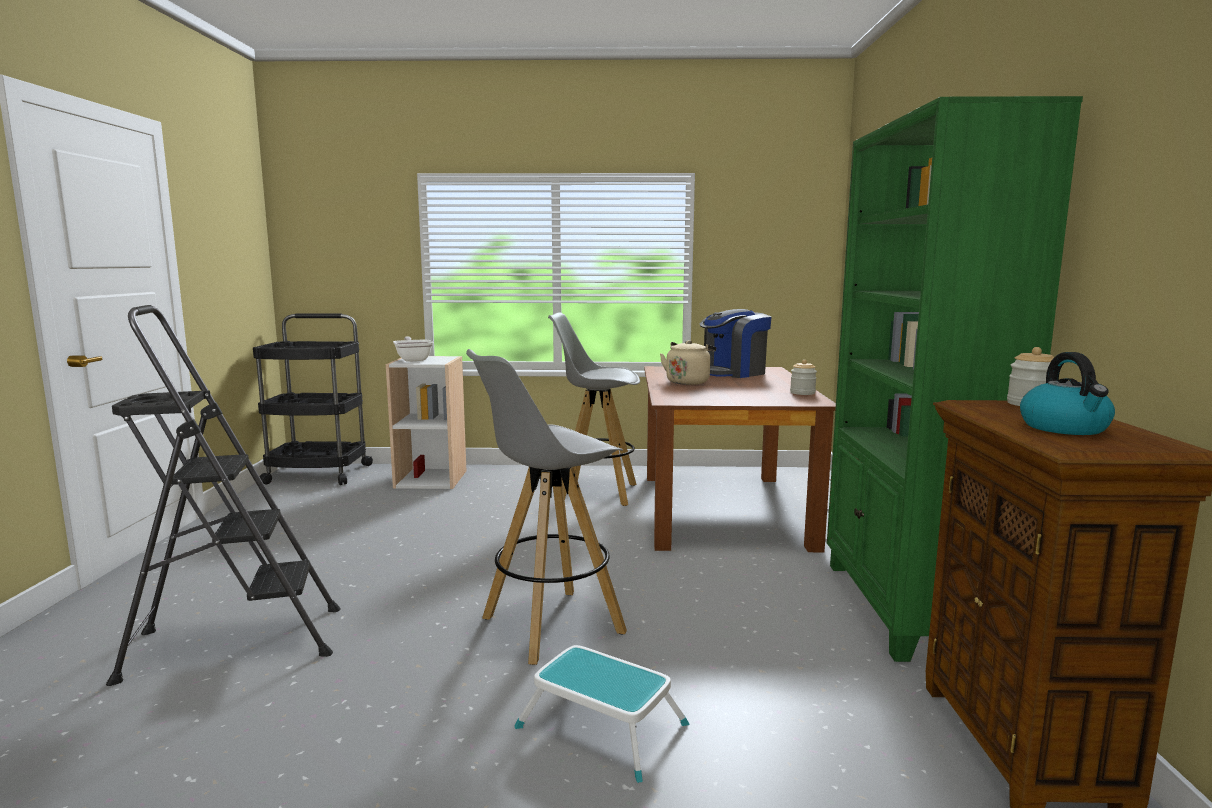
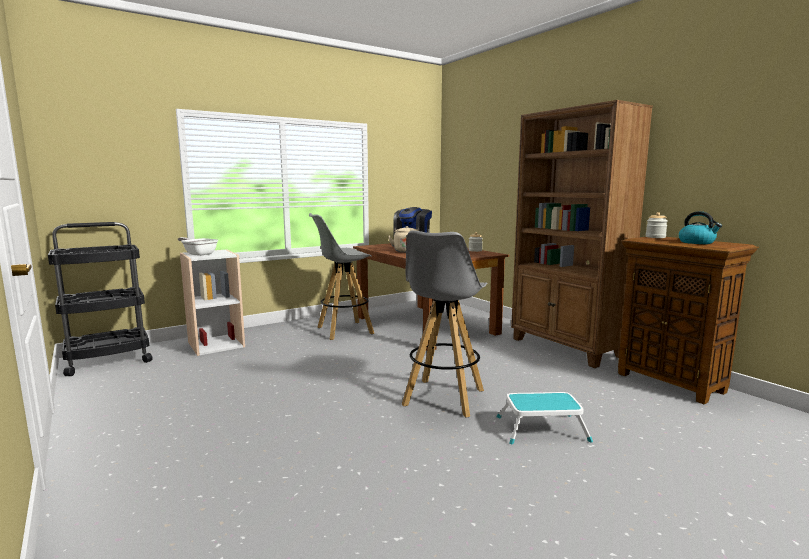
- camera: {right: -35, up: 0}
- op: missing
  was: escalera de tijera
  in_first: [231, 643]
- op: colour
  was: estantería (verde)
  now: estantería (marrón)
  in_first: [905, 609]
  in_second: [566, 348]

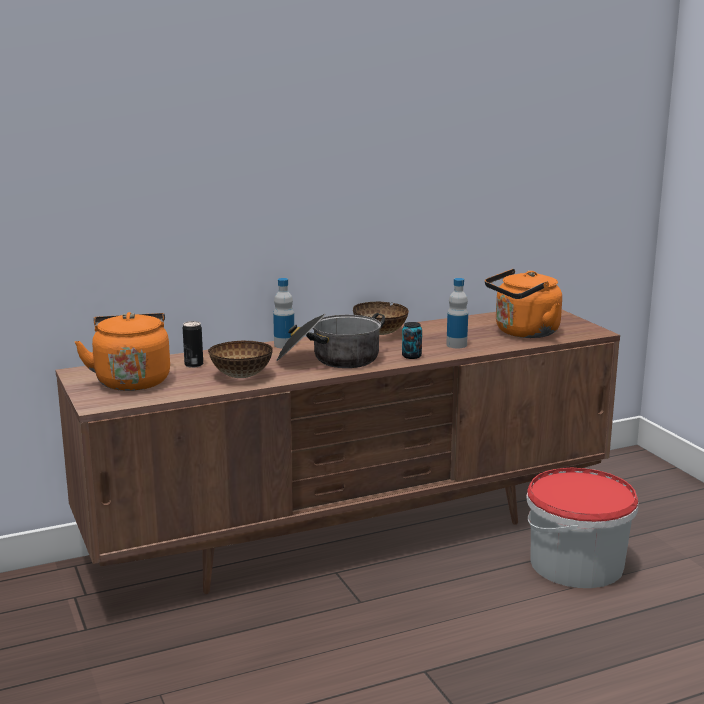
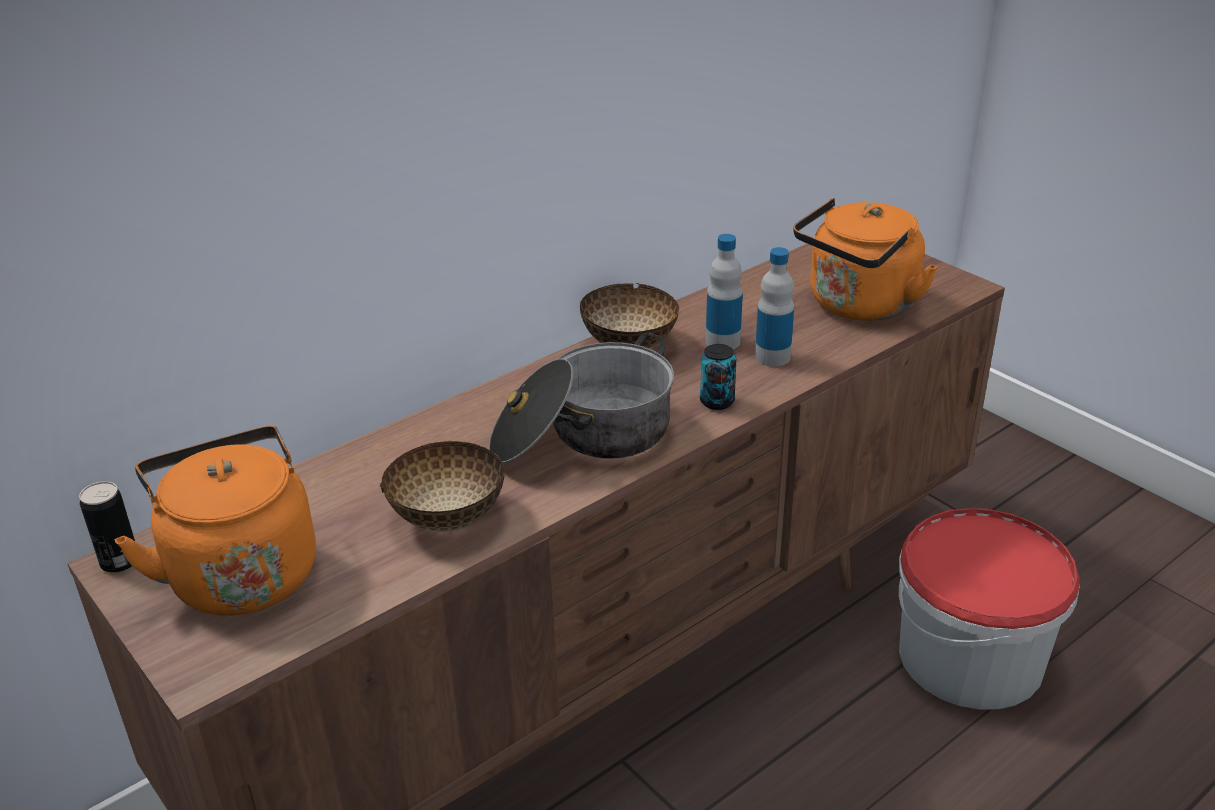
- camera: {right: -15, up: 15}
- op: relocated
  was: lata
  in_first: [194, 365]
  in_second: [120, 561]
- op: relocated
  was: botella
  in_first: [284, 345]
  in_second: [723, 341]

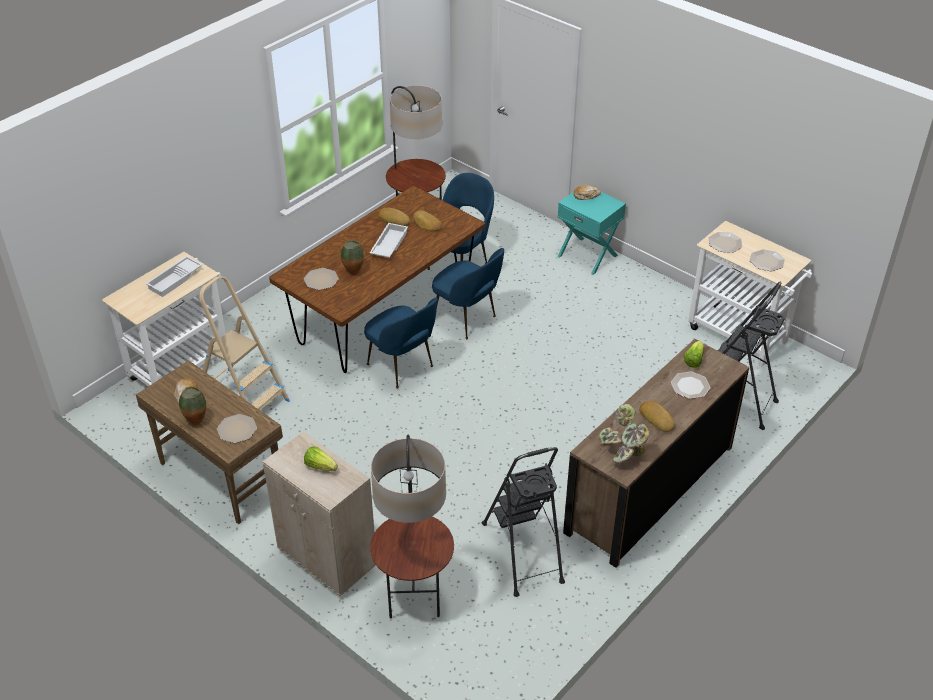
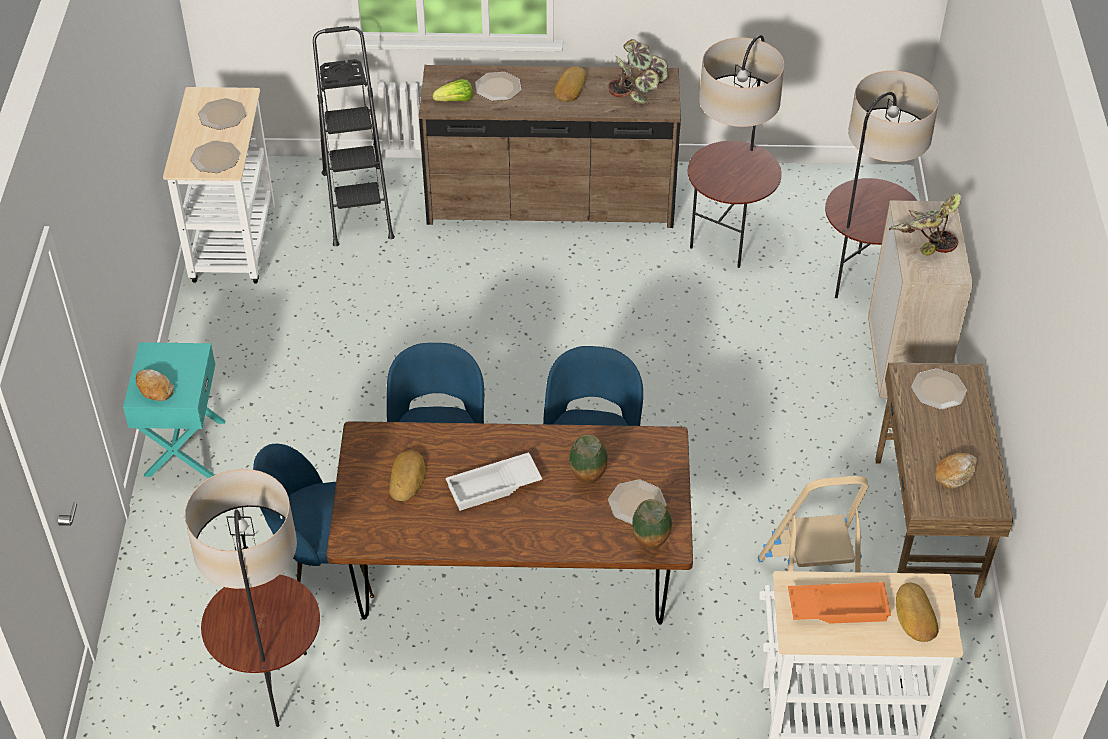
- camera: {right: -130, up: 5}
- op: relocated
  was: florero
  in_first: [196, 421]
  in_second: [650, 547]
- op: relocated
  was: pan
  in_first: [394, 219]
  in_second: [914, 616]
- op: exchanged
  was: lechuga
  now: planta en maceta
  in_first: [320, 466]
  in_second: [923, 240]
- op: exchanged
  was: escalera de tijera
  now: lámpara de pie
  in_first: [522, 553]
  in_second: [727, 241]
- op: colour
  was: bandeja (blanco)
  now: bandeja (naranja)
  in_first: [175, 280]
  in_second: [838, 606]

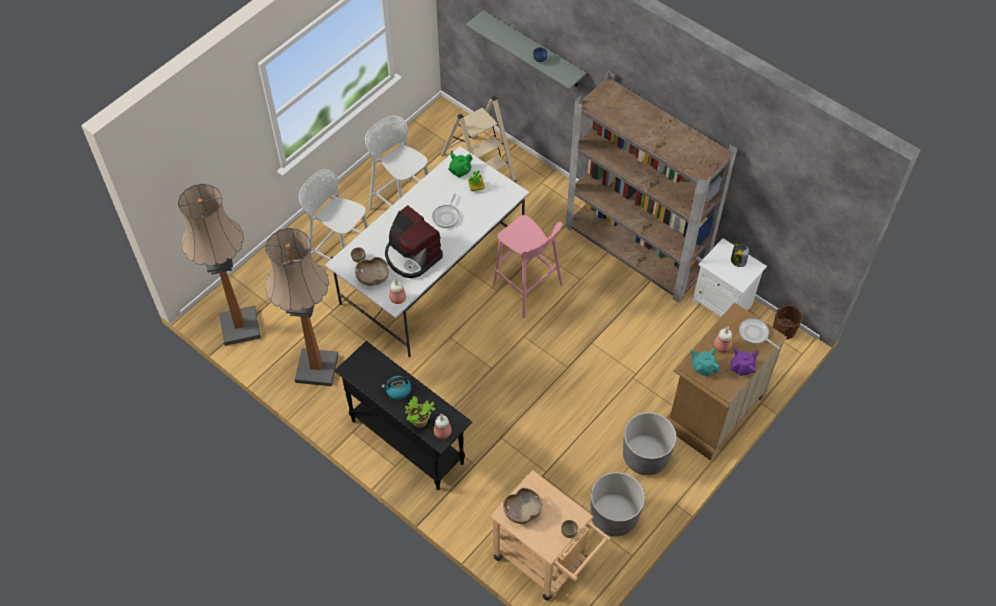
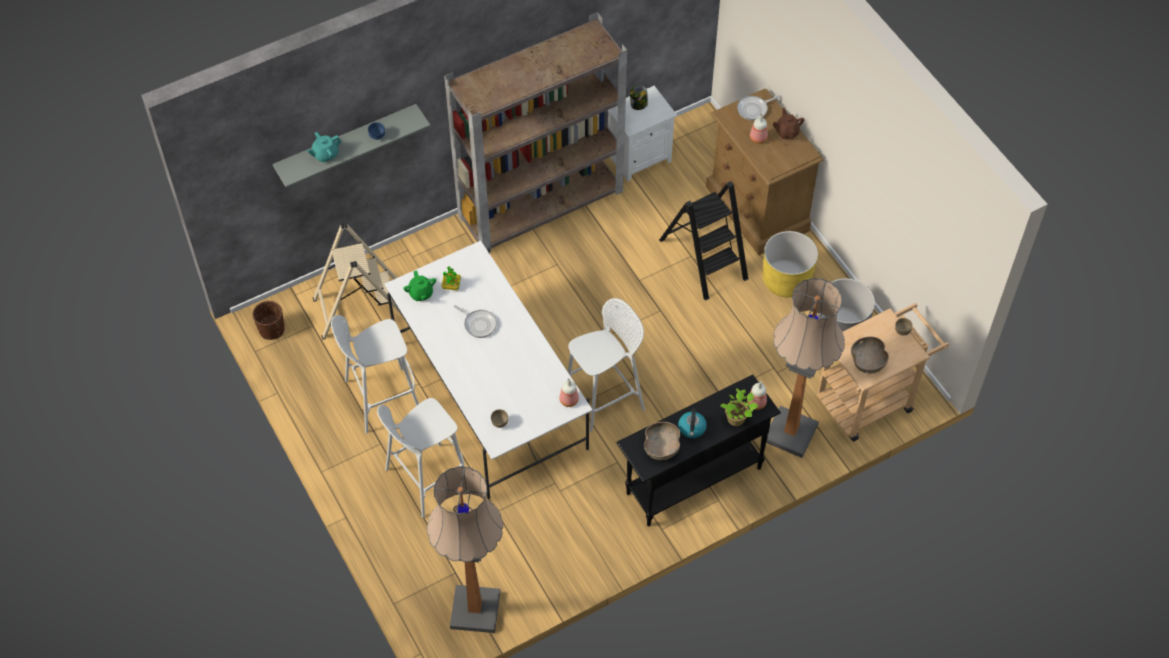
- camera: {right: -70, up: 0}
- op: missing
  was: cafetera
  in_first: [412, 256]
- op: missing
  was: taburete (rosa)
  in_first: [526, 288]
- op: appeared
  now: taburete (blanco)
  in_second: [604, 398]
- op: appeared
  now: escalera de tijera (negro)
  in_second: [702, 258]
- op: relocated
  was: lámpara de pie
  in_first: [316, 368]
  in_second: [790, 433]
- op: relocated
  was: cuenco (marrón)
  in_first: [373, 278]
  in_second: [662, 448]
- op: relocated
  was: tetera (turquesa)
  in_first: [703, 367]
  in_second: [325, 154]
- op: relocated
  was: maceta (marrón)
  in_first: [784, 330]
  in_second: [271, 329]
- op: colour
  was: maceta (gris)
  now: maceta (amarillo)
  in_first: [645, 456]
  in_second: [786, 280]
- op: colour
  was: tetera (morado)
  now: tetera (marrón)
  in_first: [742, 367]
  in_second: [787, 132]

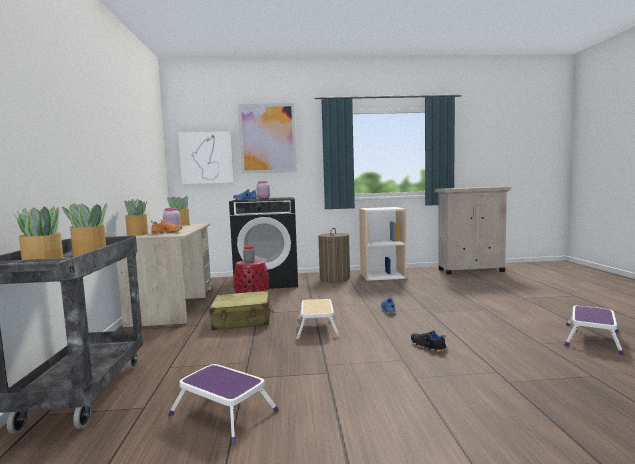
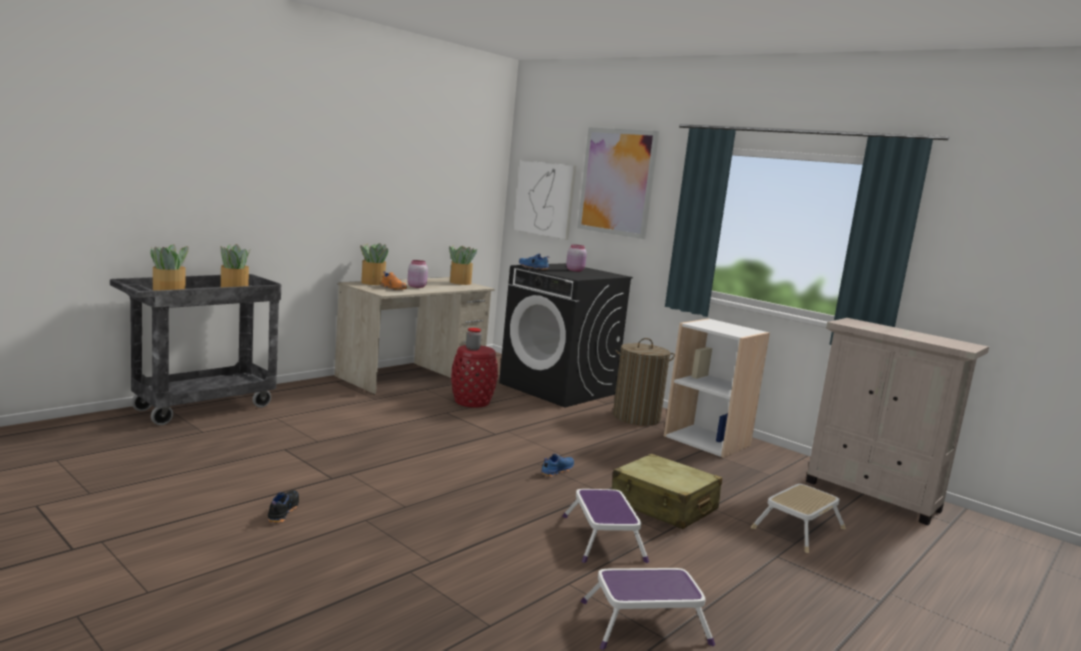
- camera: {right: 45, up: 5}
- op: relocated
  was: escalera de tijera (morado)
  in_first: [224, 412]
  in_second: [604, 538]
- op: relocated
  was: maleta (beis)
  in_first: [242, 320]
  in_second: [664, 506]
- op: relocated
  was: escalera de tijera (beis)
  in_first: [318, 327]
  in_second: [799, 528]
- op: relocated
  was: zapato (negro)
  in_first: [427, 347]
  in_second: [282, 512]

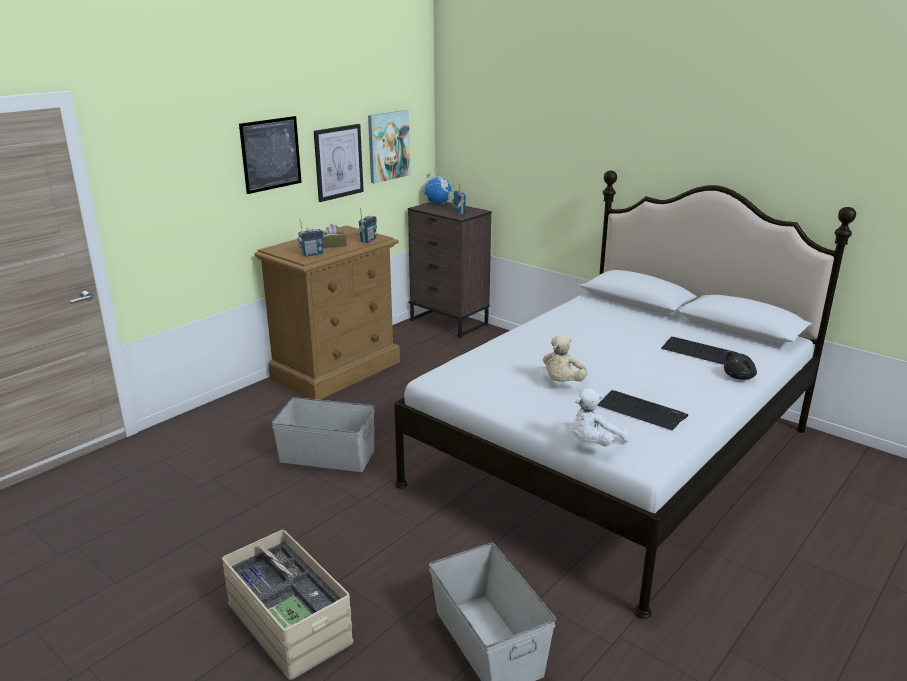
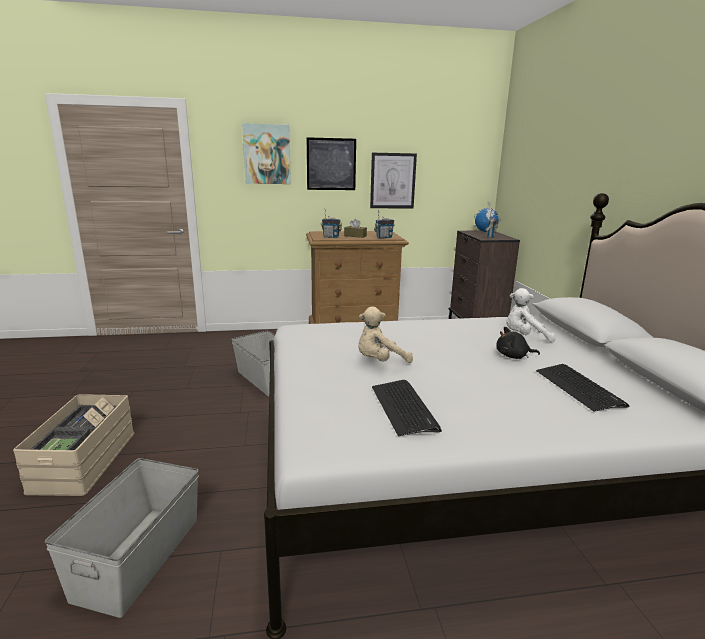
- camera: {right: 40, up: -5}
- op: relocated
  was: cuadro
  in_first: [388, 146]
  in_second: [267, 154]
- op: relocated
  was: peluche (blanco)
  in_first: [593, 443]
  in_second: [524, 337]
- op: relocated
  was: peluche (negro)
  in_first: [740, 377]
  in_second: [513, 356]

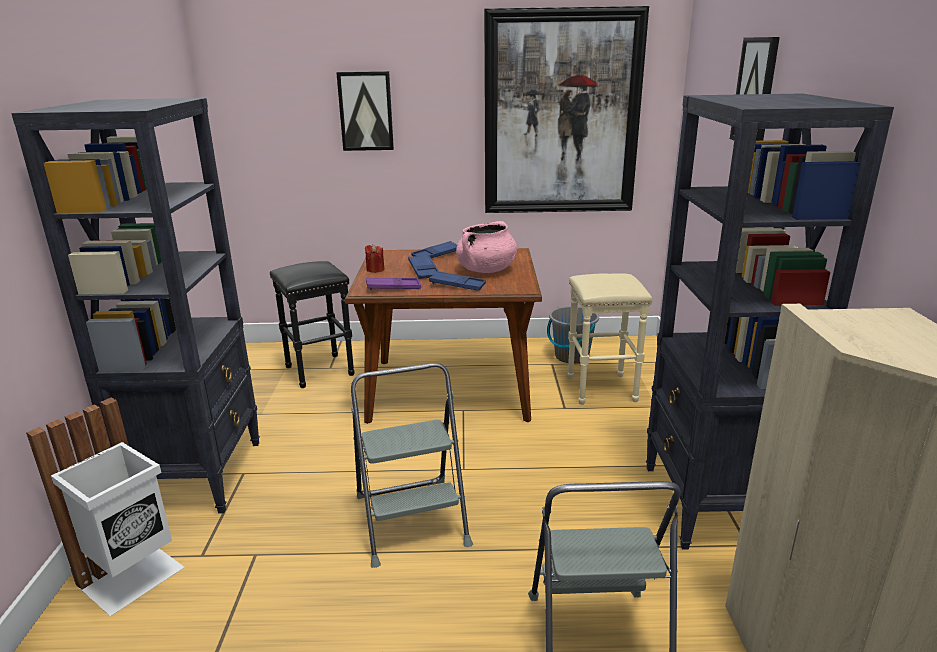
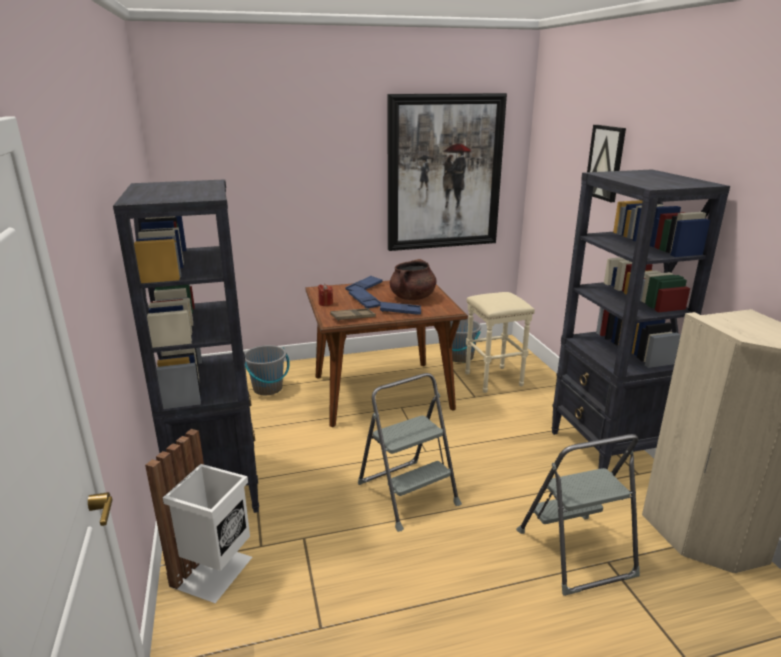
- camera: {right: -15, up: 0}
- op: missing
  was: cuadro
  in_first: [366, 111]
- op: exchanged
  was: taburete (negro)
  now: cubo (gris)
  in_first: [320, 370]
  in_second: [268, 388]
- op: colour
  was: bandeja (morado)
  now: bandeja (marrón)
  in_first: [393, 287]
  in_second: [353, 317]
- op: colour
  was: olla (rosa)
  now: olla (marrón)
  in_first: [486, 270]
  in_second: [412, 297]

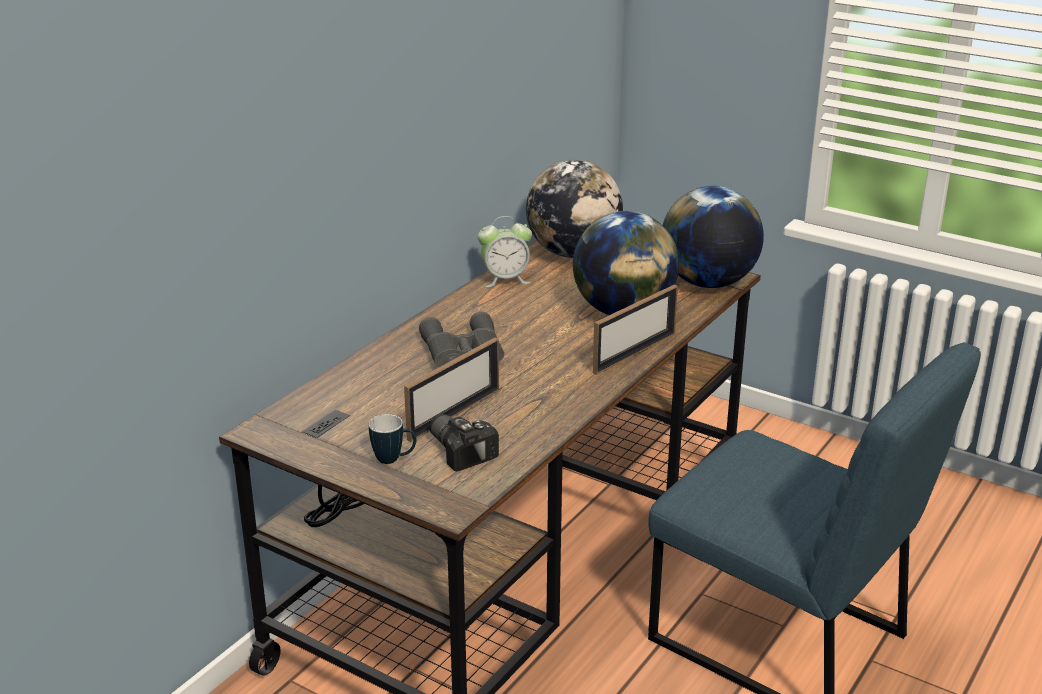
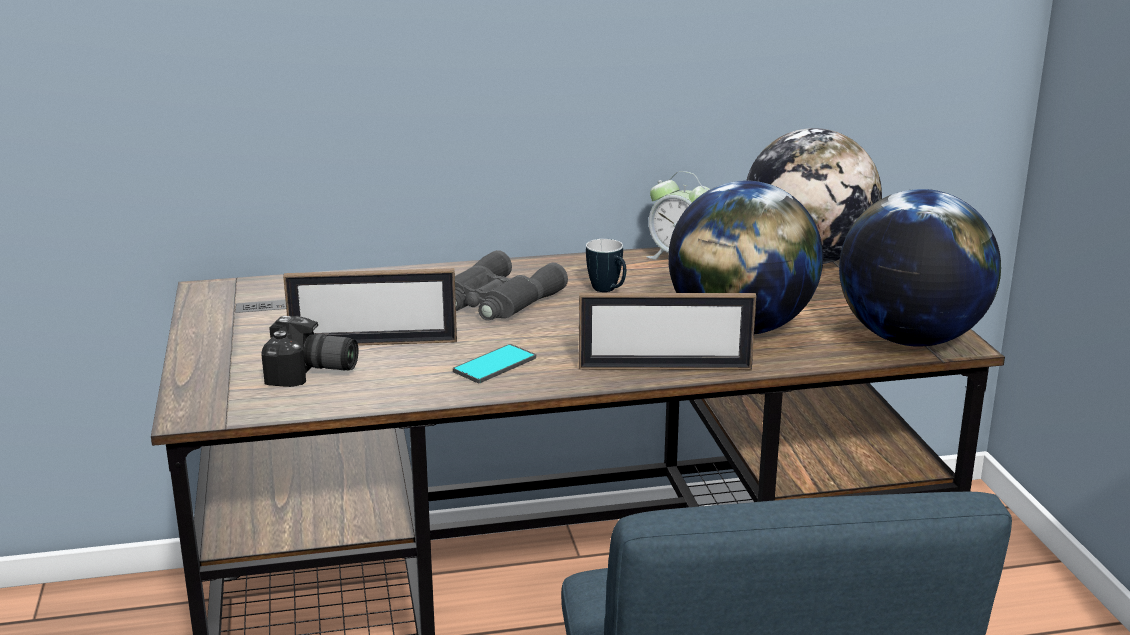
- camera: {right: 45, up: -5}
- op: appeared
  now: móvil
  in_second: [494, 365]
- op: relocated
  was: taza grande
  in_first: [394, 459]
  in_second: [608, 291]
- op: spun
  was: cámara
  in_first: [462, 450]
  in_second: [311, 373]
  clockwise: 90

